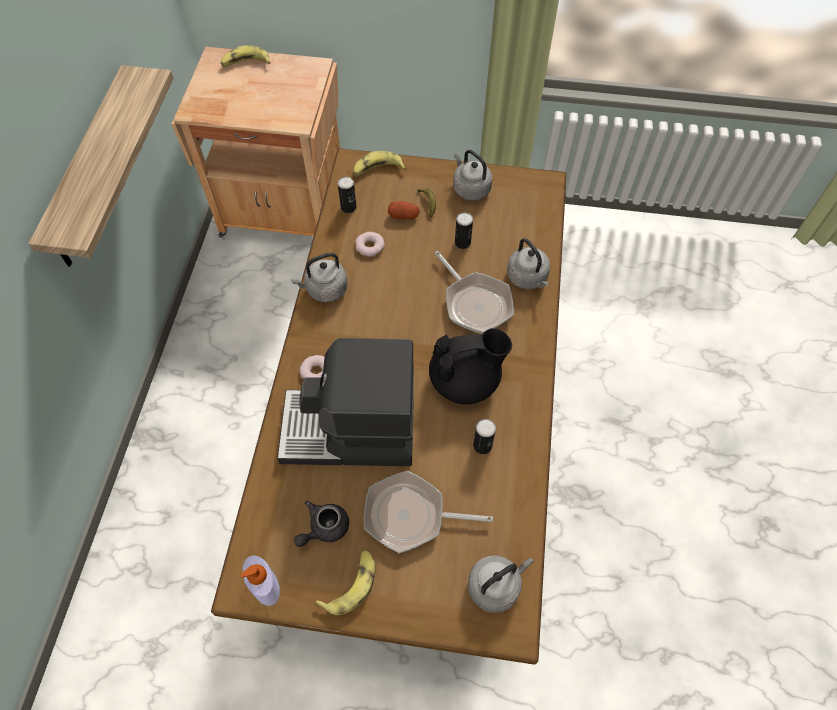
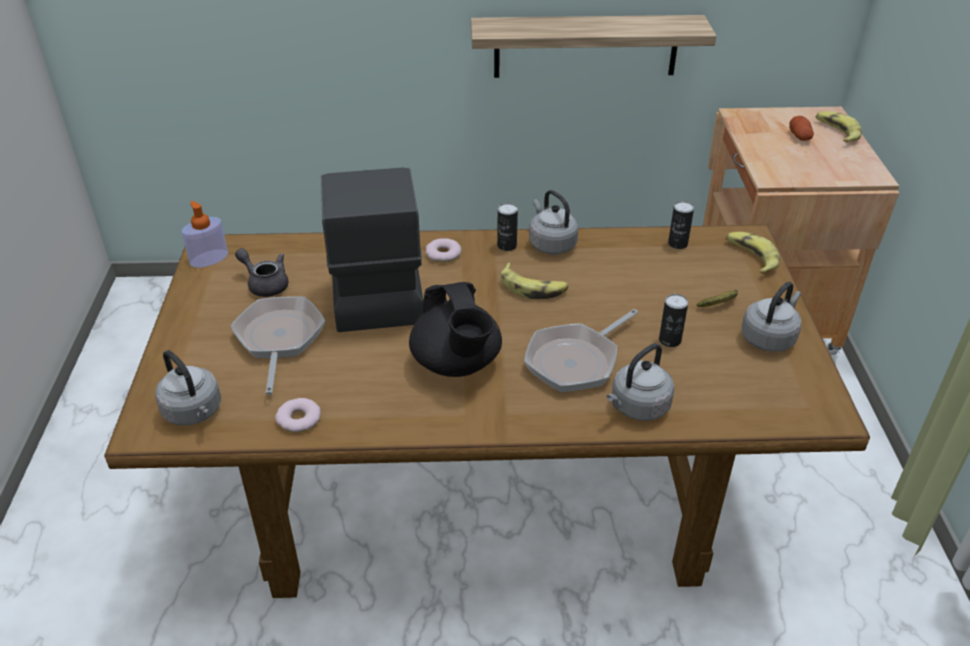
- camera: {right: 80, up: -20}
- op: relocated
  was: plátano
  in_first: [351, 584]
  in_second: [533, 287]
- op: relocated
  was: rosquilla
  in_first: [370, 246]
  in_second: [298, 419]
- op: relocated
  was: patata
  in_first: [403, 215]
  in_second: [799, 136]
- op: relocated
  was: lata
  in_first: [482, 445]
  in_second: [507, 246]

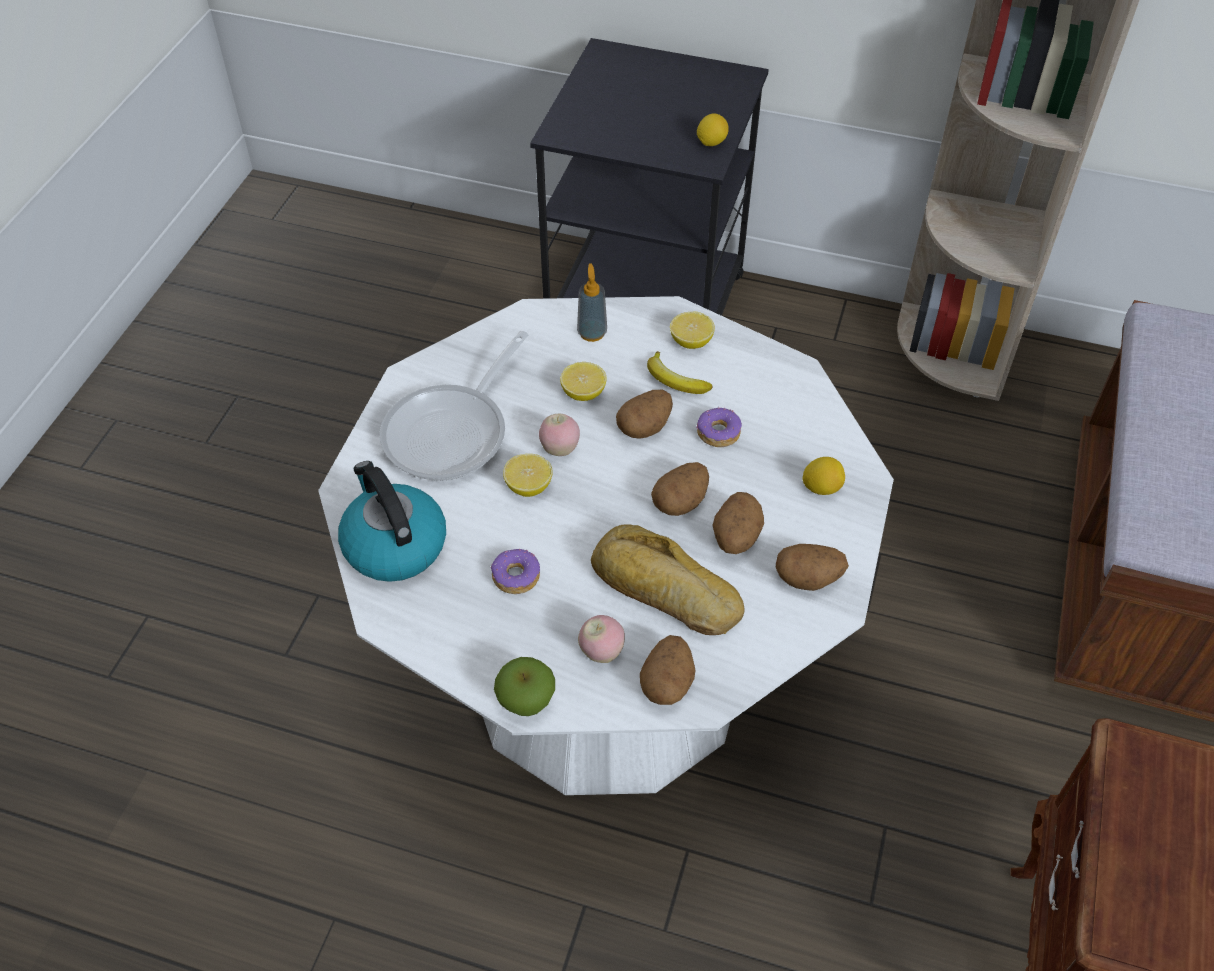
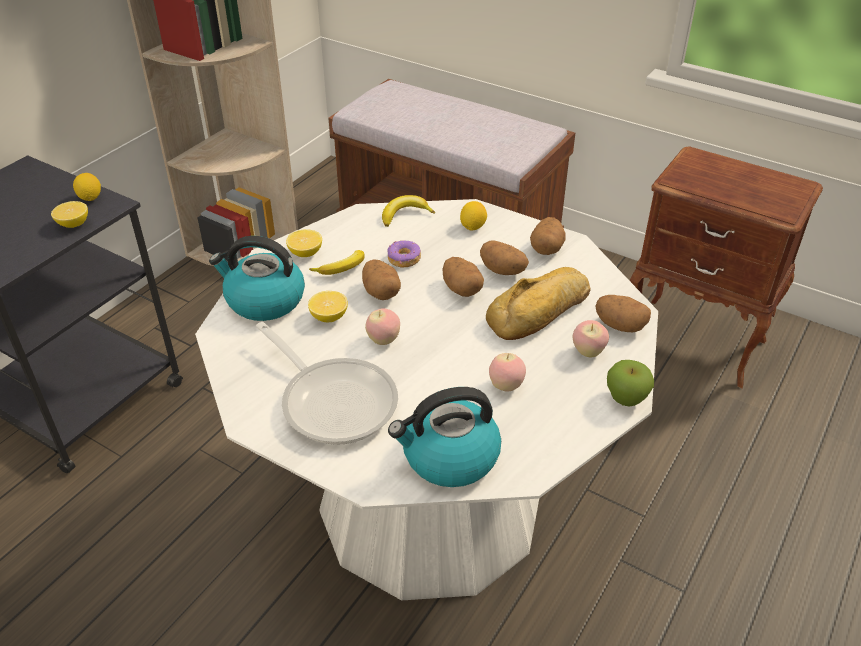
- camera: {right: -75, up: -10}
- op: appeared
  now: plátano
  in_second: [405, 215]
- op: relocated
  was: limón
  in_first: [528, 486]
  in_second: [73, 224]
- op: exchanged
  was: rosquilla
  now: manzana
  in_first: [515, 576]
  in_second: [506, 386]
- op: exchanged
  was: dispensador de jabón
  now: hervidor
  in_first: [592, 333]
  in_second: [264, 301]

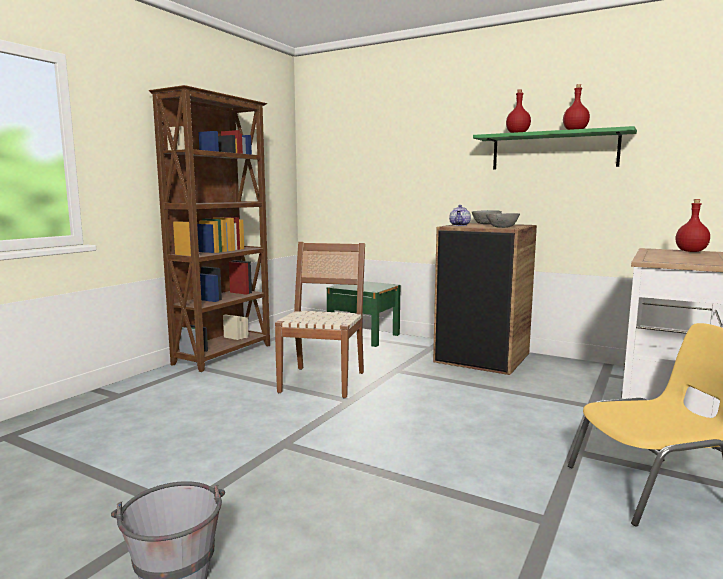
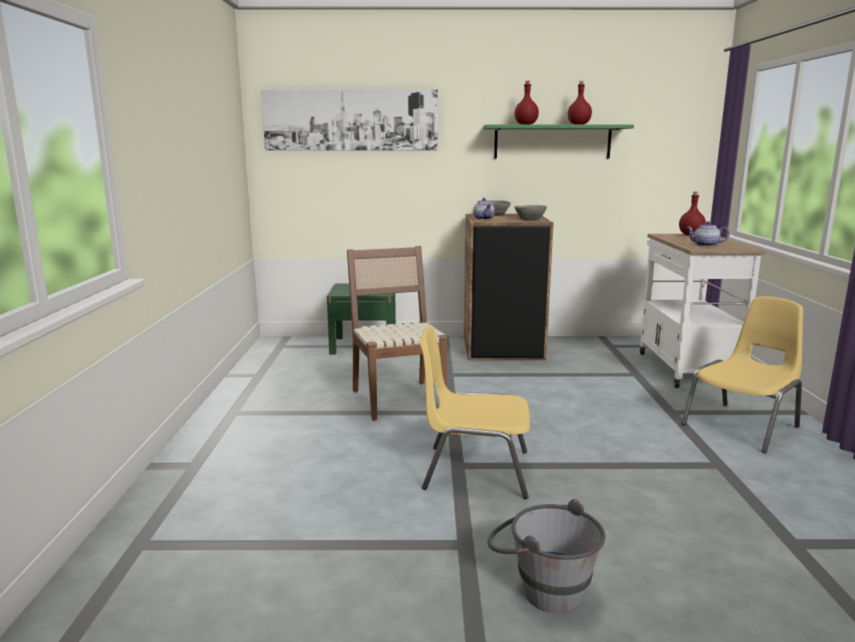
- camera: {right: -30, up: 5}
- op: missing
  was: estantería (marrón)
  in_first: [224, 354]
- op: appeared
  now: cuadro
  in_second: [350, 120]
- op: appeared
  now: silla (amarillo)
  in_second: [474, 470]
- op: appeared
  now: tetera
  in_second: [705, 245]

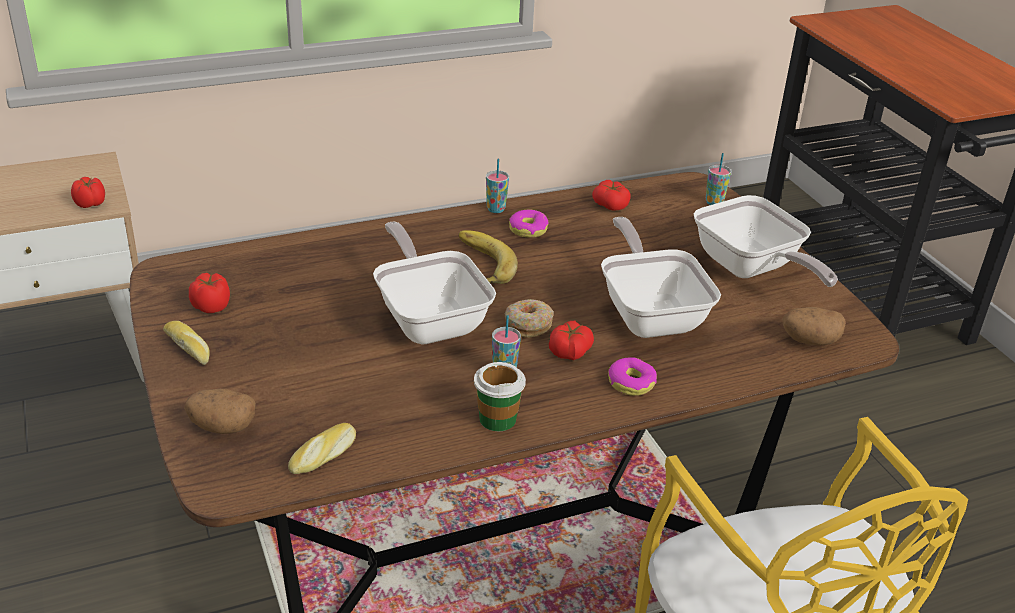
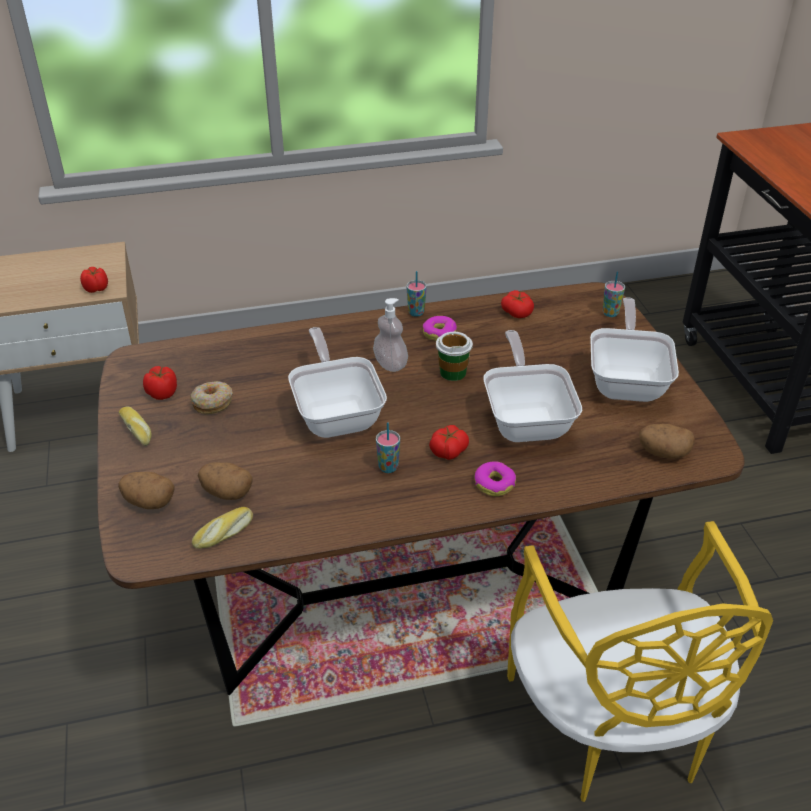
- camera: {right: 10, up: 5}
- op: appeared
  now: patata
  in_second: [227, 492]
- op: relocated
  was: taza
  in_first: [497, 419]
  in_second: [453, 372]
- op: relocated
  was: rosquilla
  in_first: [528, 325]
  in_second: [212, 402]
- op: exchanged
  was: plátano
  now: dispensador de jabón
  in_first: [479, 264]
  in_second: [390, 364]
- op: spun
  was: sartén
  in_first: [751, 270]
  in_second: [627, 381]
  clockwise: -150

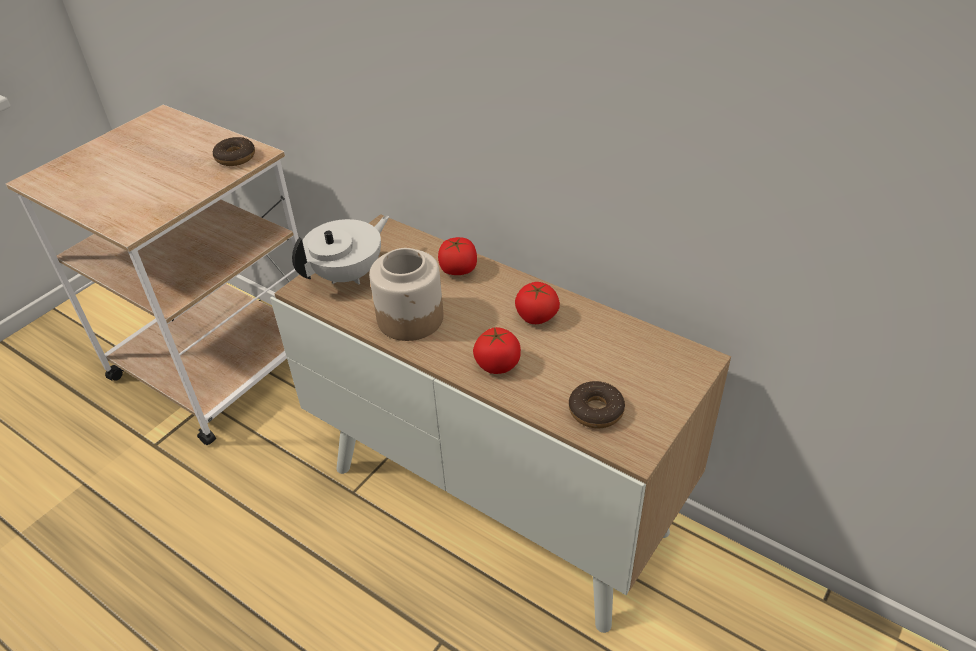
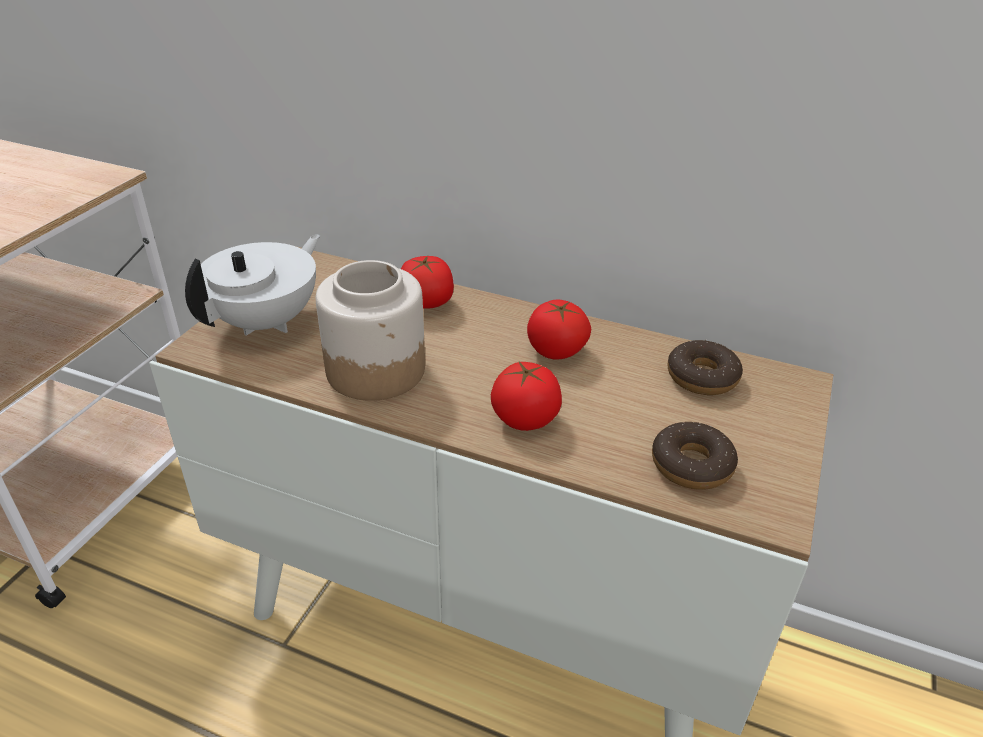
- camera: {right: -15, up: -5}
- op: relocated
  was: rosquilla
  in_first: [235, 157]
  in_second: [702, 377]

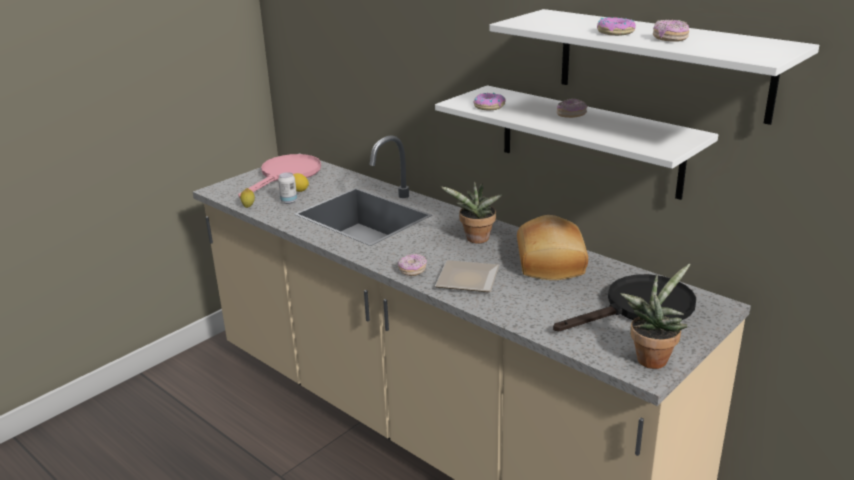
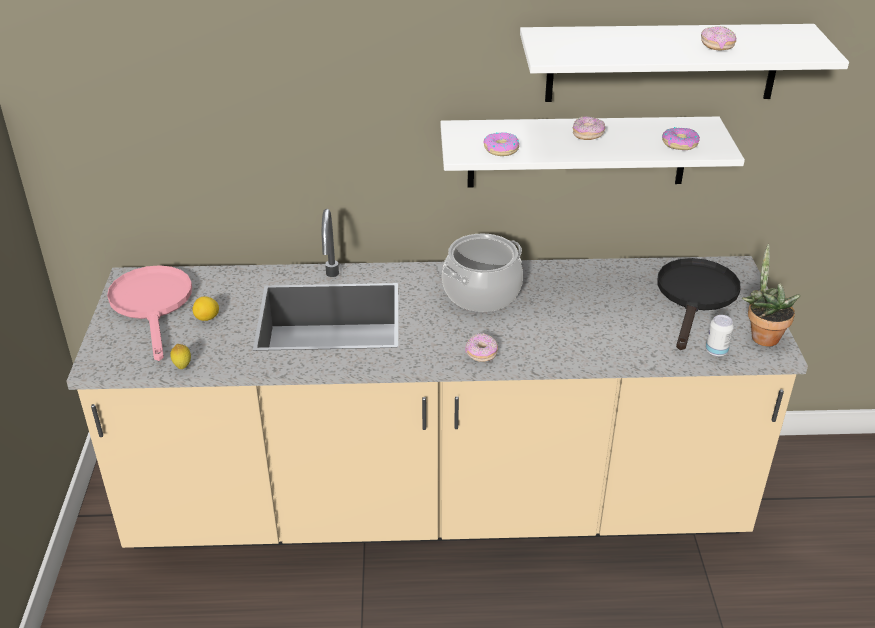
- camera: {right: -45, up: 10}
- op: missing
  was: plato
  in_first: [470, 279]
- op: missing
  was: pan
  in_first: [552, 263]
- op: relocated
  was: lata
  in_first: [289, 201]
  in_second: [716, 351]
- op: relocated
  was: rosquilla
  in_first: [615, 32]
  in_second: [680, 144]
- op: exchanged
  was: planta en maceta
  now: olla
  in_first: [475, 240]
  in_second: [481, 292]

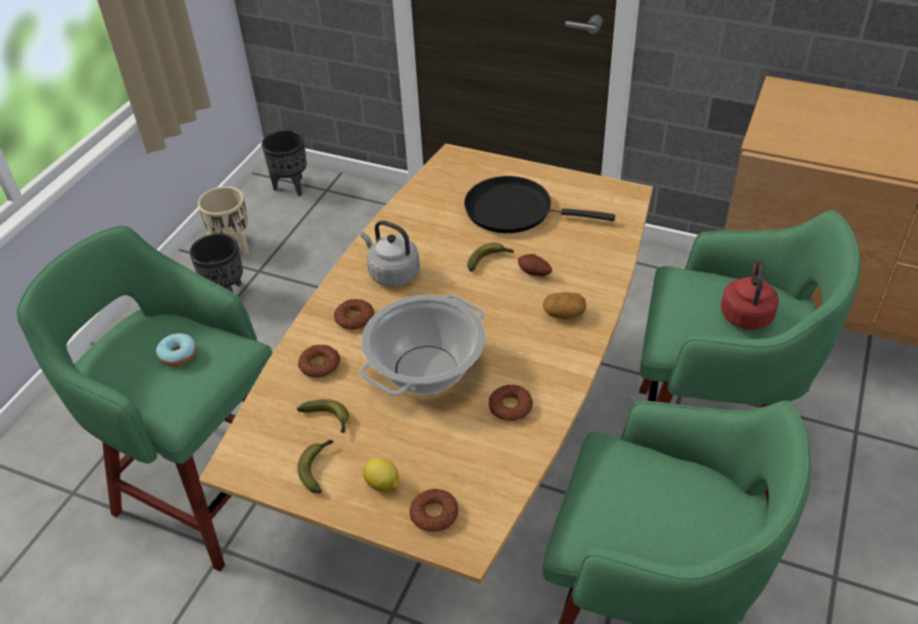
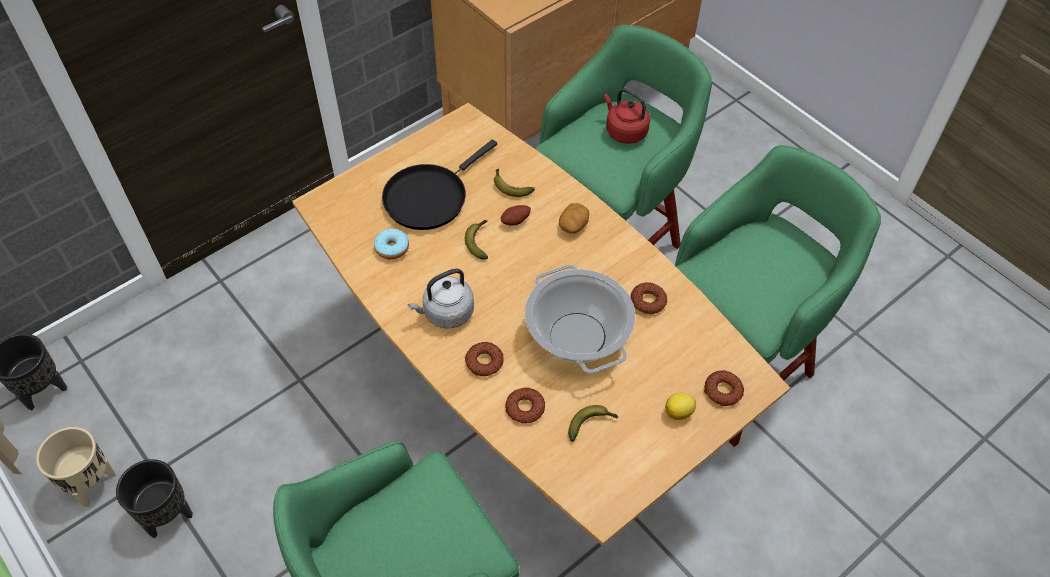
- camera: {right: -65, up: 10}
- op: relocated
  was: rosquilla
  in_first: [178, 355]
  in_second: [392, 248]
- op: relocated
  was: plátano
  in_first: [317, 468]
  in_second: [510, 187]

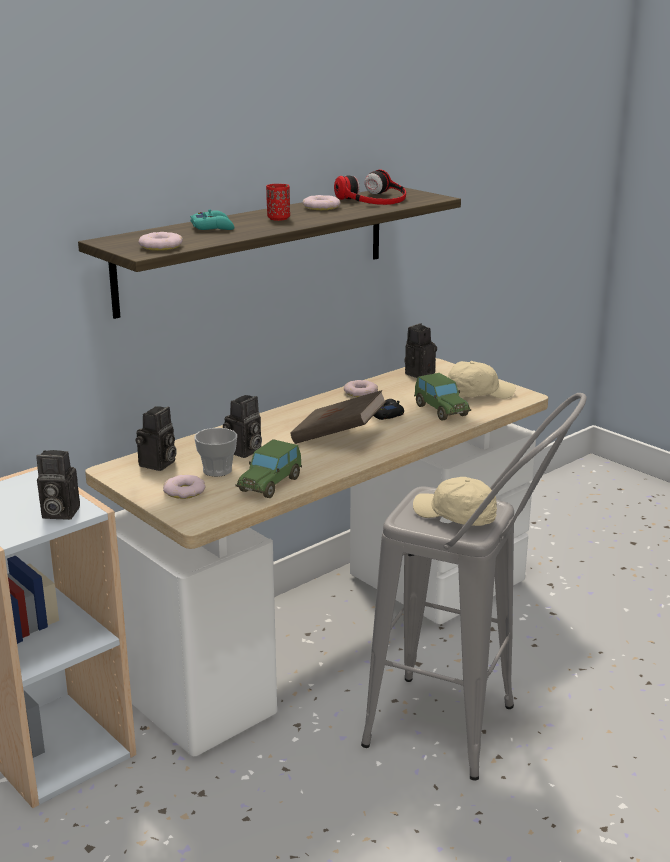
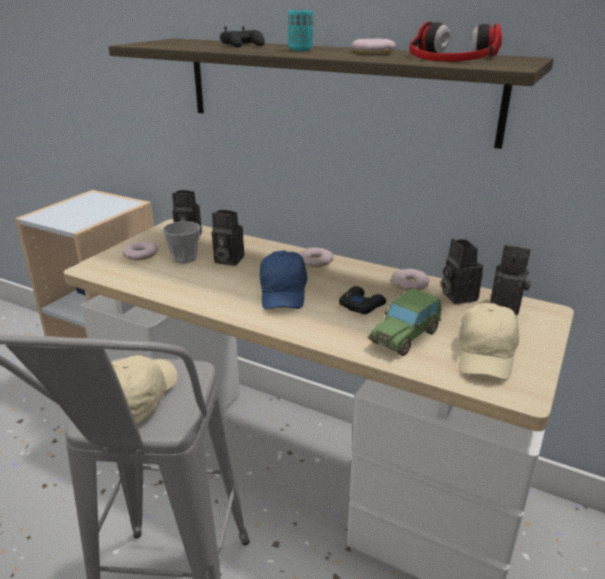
- camera: {right: 70, up: 5}
- op: missing
  was: coche de juguete
  in_first: [270, 484]
- op: relocated
  was: cámara
  in_first: [58, 513]
  in_second: [456, 295]
- op: relocated
  was: rosquilla
  in_first: [161, 246]
  in_second: [315, 261]
- op: exchanged
  was: libro (marrón)
  now: gorra (azul)
  in_first: [338, 437]
  in_second: [283, 293]
- op: colour
  was: mando de consola (turquesa)
  now: mando de consola (negro)
  in_first: [213, 227]
  in_second: [242, 45]
- op: colour
  was: taza (rojo)
  now: taza (turquesa)
  in_first: [278, 218]
  in_second: [300, 50]
- op: spun
  was: gorra (beis)
  in_first: [478, 393]
  in_second: [486, 354]
  clockwise: 45

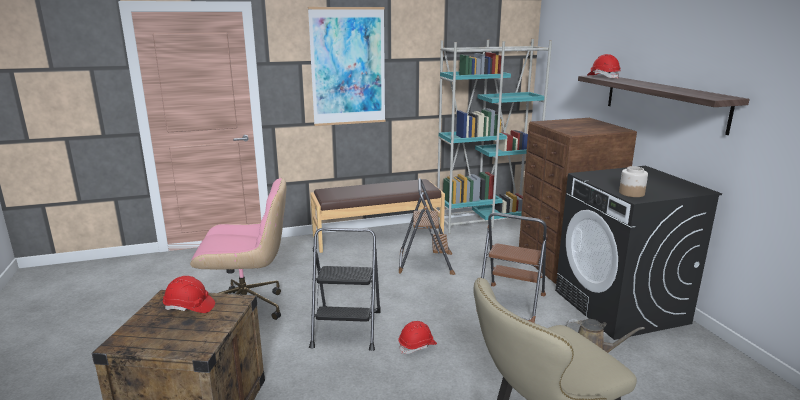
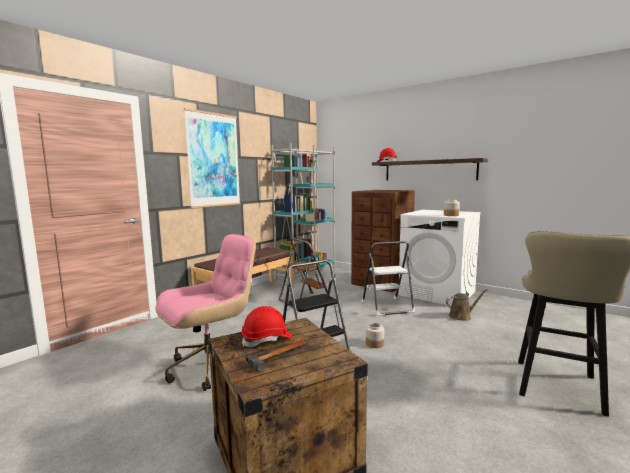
- camera: {right: -35, up: -10}
- op: appeared
  now: martillo
  in_second: [278, 356]
- op: exchanged
  was: casco (rojo)
  now: tarro
  in_first: [417, 346]
  in_second: [374, 344]
- op: colour
  was: escalera de tijera (marrón)
  now: escalera de tijera (blanco)
  in_first: [510, 304]
  in_second: [387, 307]
- op: colour
  was: lavadora (negro)
  now: lavadora (blanco)
  in_first: [620, 307]
  in_second: [437, 293]

